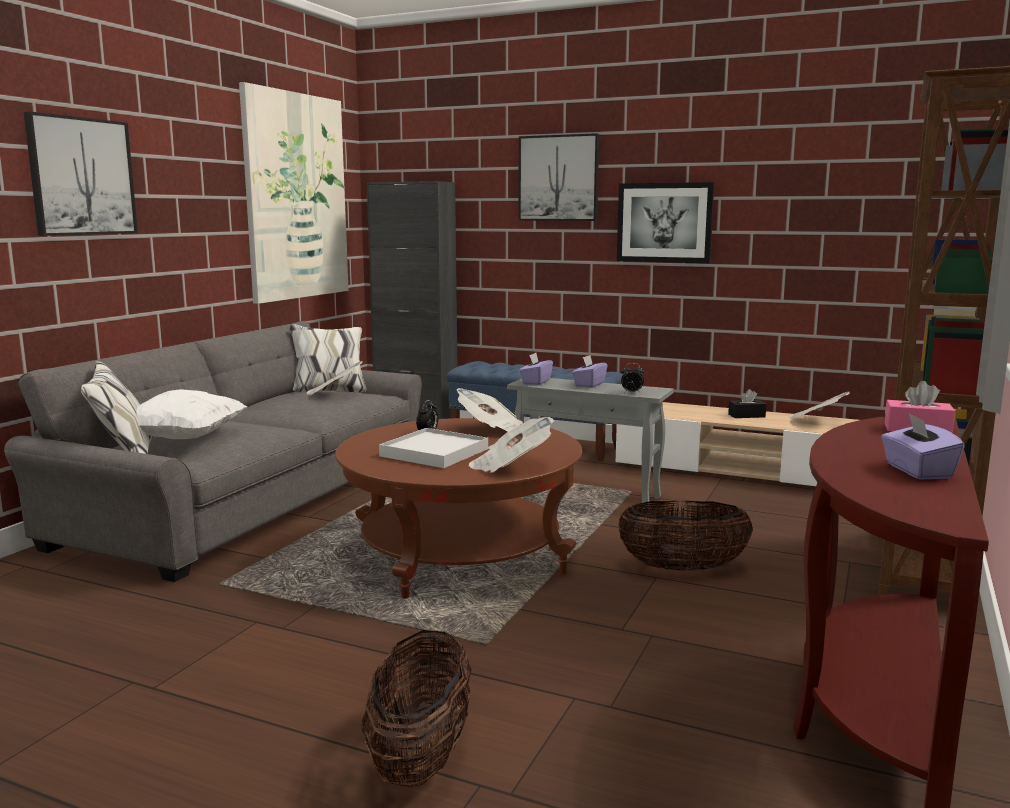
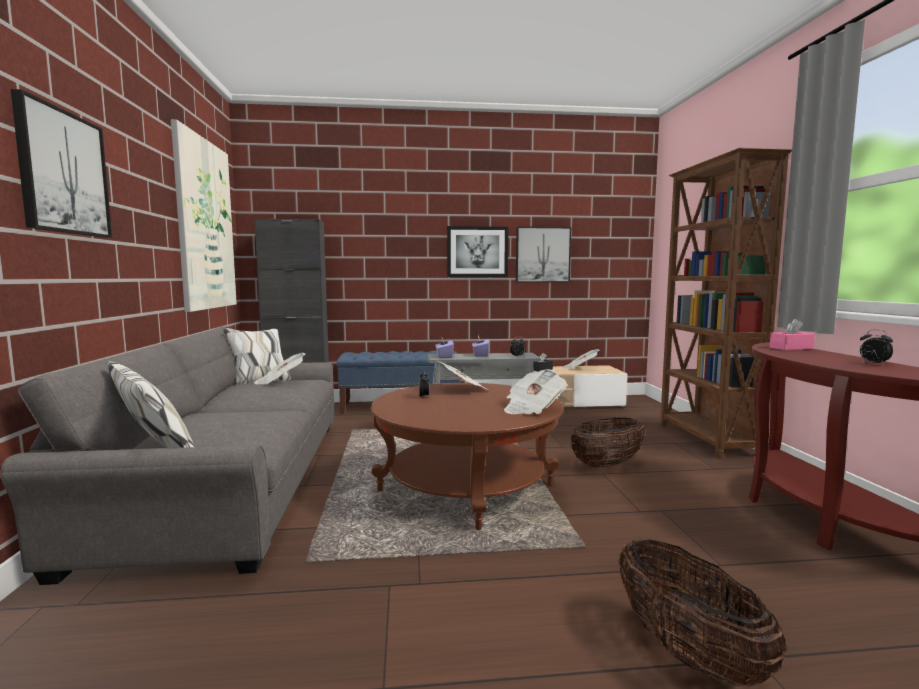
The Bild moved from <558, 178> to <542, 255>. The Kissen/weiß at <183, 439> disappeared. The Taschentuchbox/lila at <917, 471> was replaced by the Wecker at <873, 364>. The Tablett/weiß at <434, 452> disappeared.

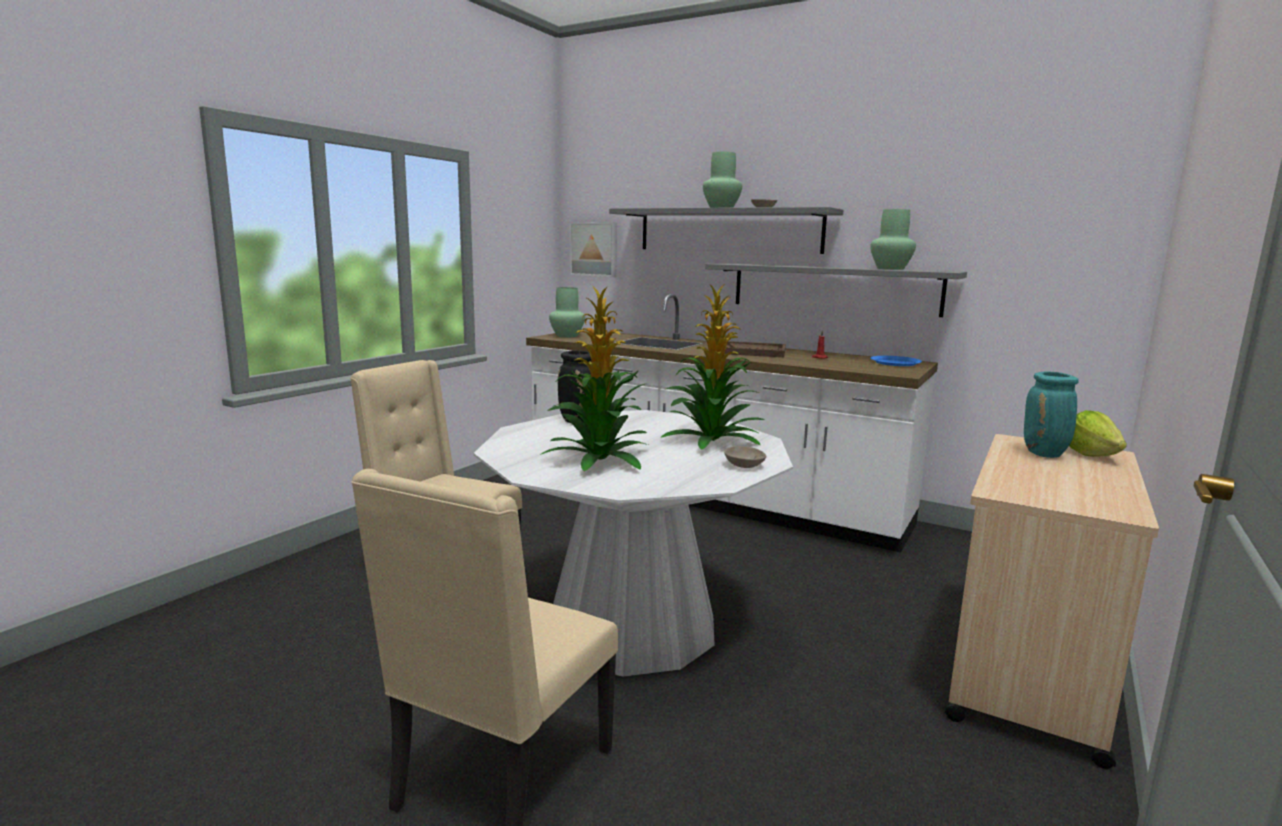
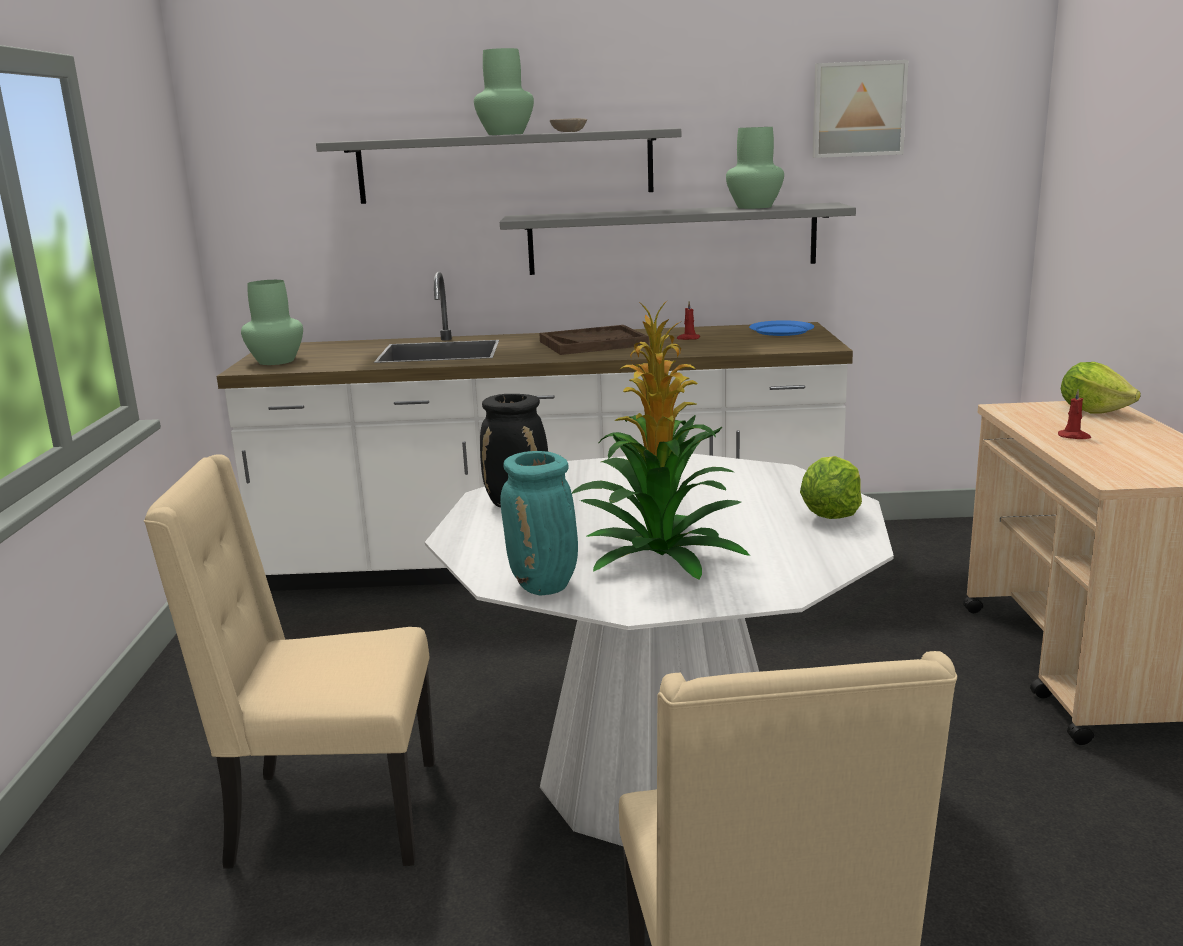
The Bild moved from <594, 249> to <858, 109>. The Topfpflanze at <711, 441> disappeared. The Vase/türkis moved from <1045, 454> to <545, 587>. The Schüssel/beige at <743, 465> was replaced by the Salatkopf at <830, 514>. The Kerze/rot at <1074, 436> appeared.

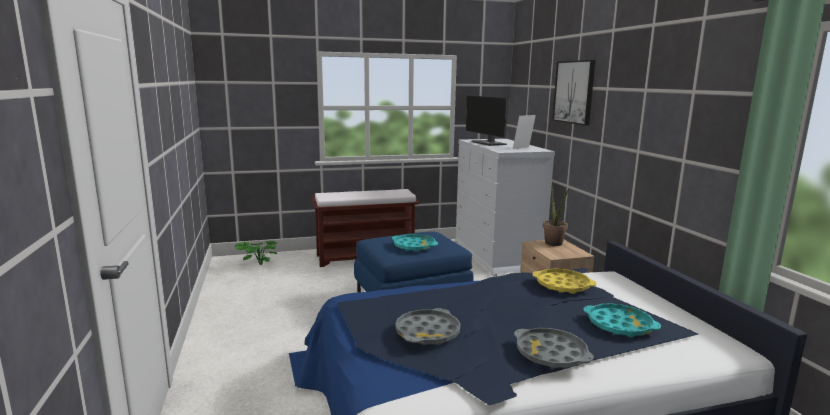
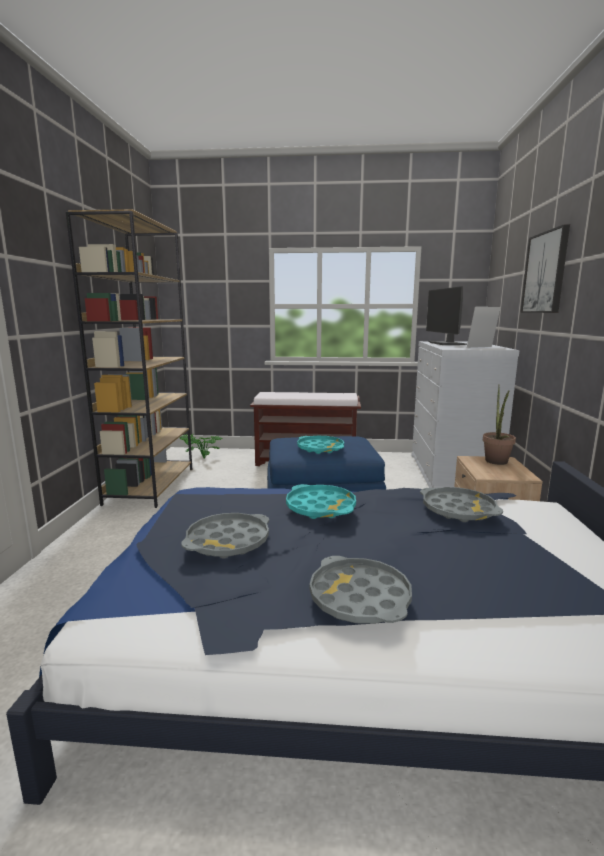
The Tablett/gelb at <563, 285> became the Tablett/grau at <458, 510>. The Tablett/türkis moved from <619, 325> to <320, 507>. The Bücherregal/braun at <150, 485> appeared.

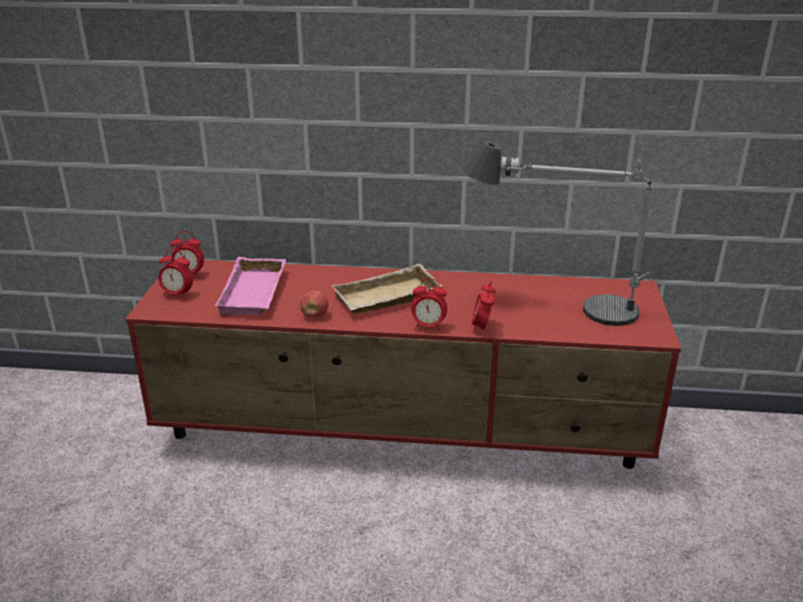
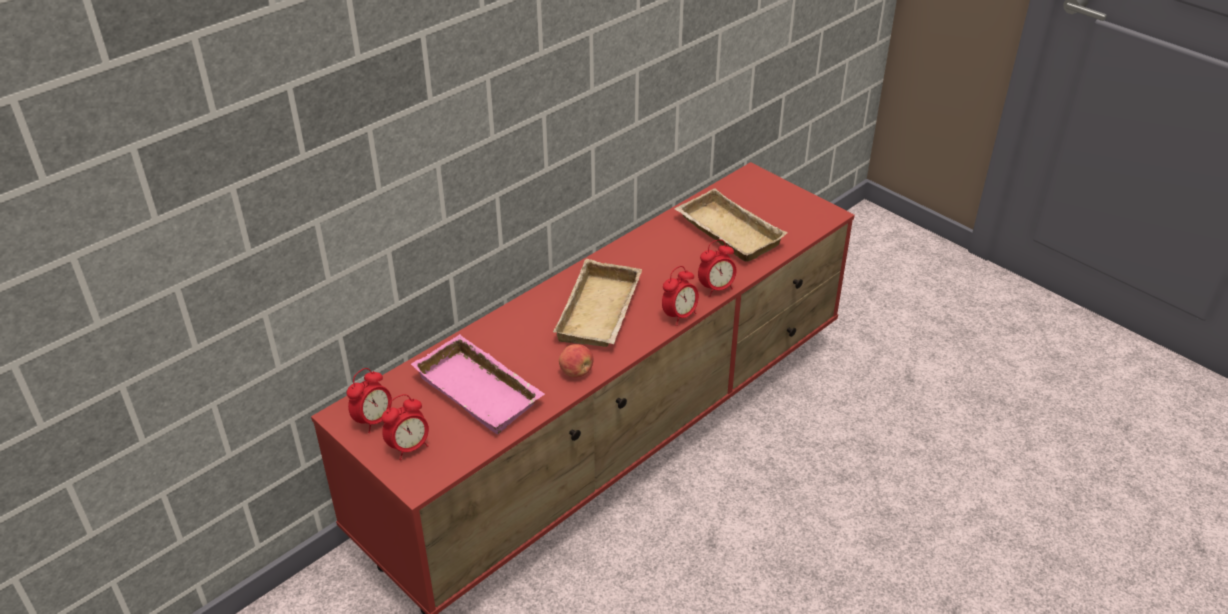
The Tischlampe at <552, 305> was replaced by the Tablett/beige at <725, 233>. The Wecker at <482, 328> turned 75 degrees counterclockwise.

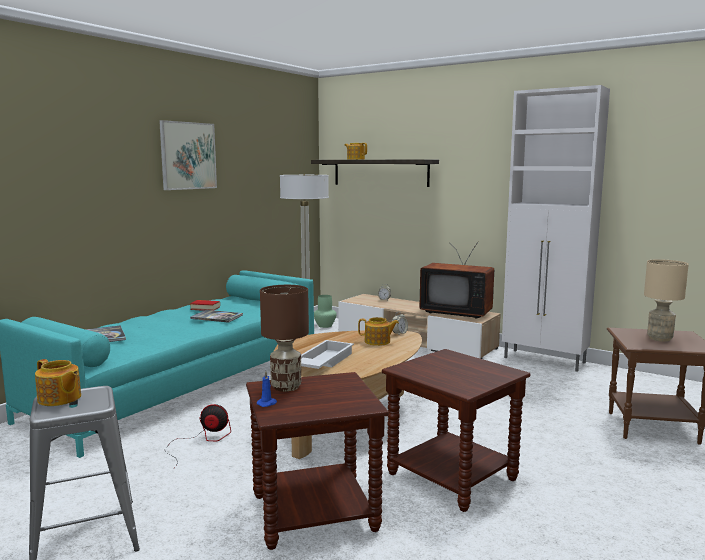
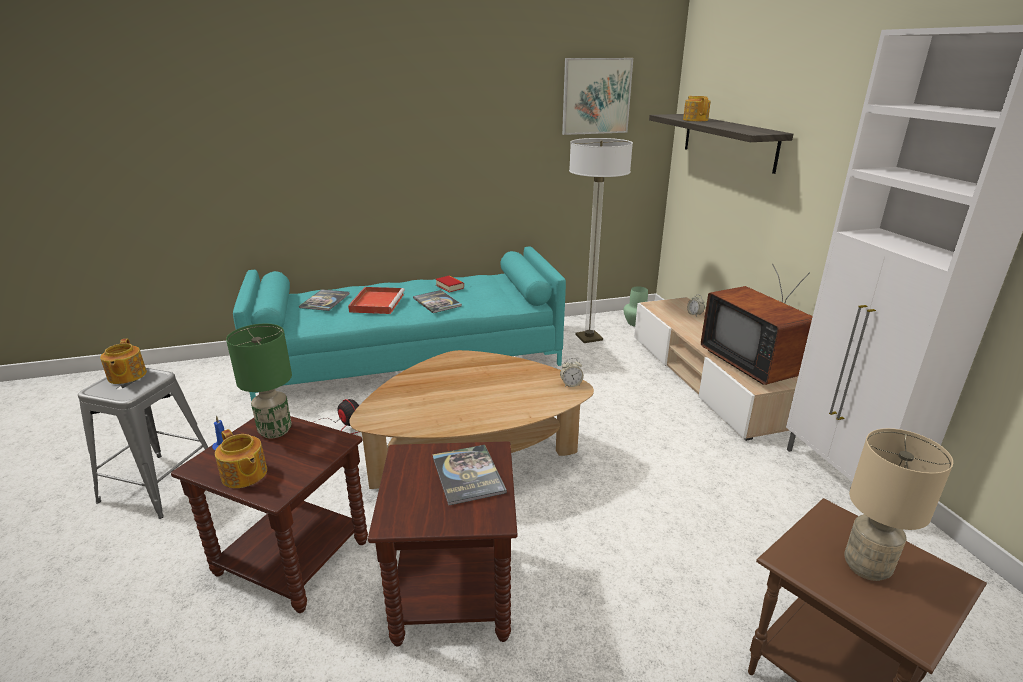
The Bild moved from <188, 156> to <596, 96>. The Tischlampe/braun at <286, 387> became the Tischlampe/grün at <274, 431>. The Teekanne moved from <378, 342> to <244, 475>. The Tablett/weiß at <322, 362> disappeared. The Tablett/rot at <377, 302> appeared. The Buch at <468, 475> appeared.

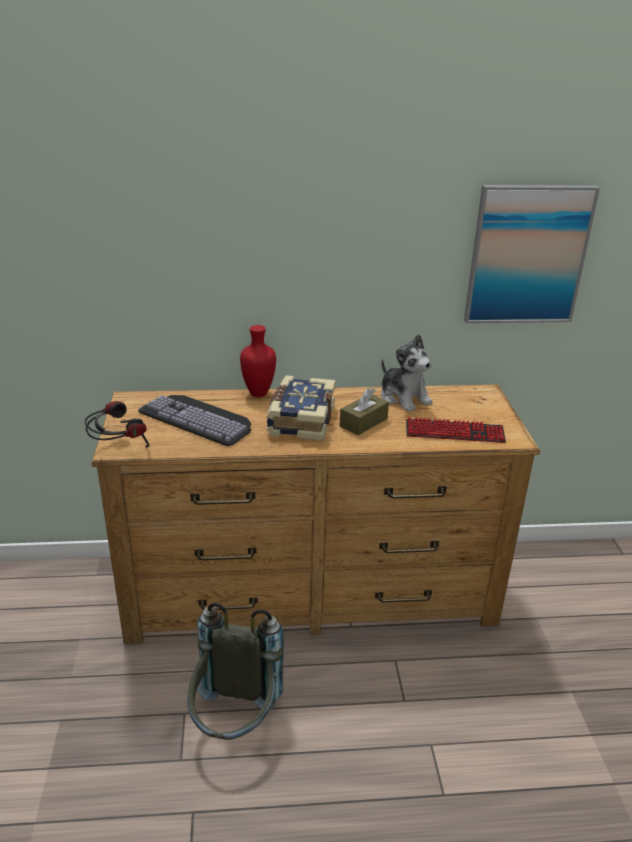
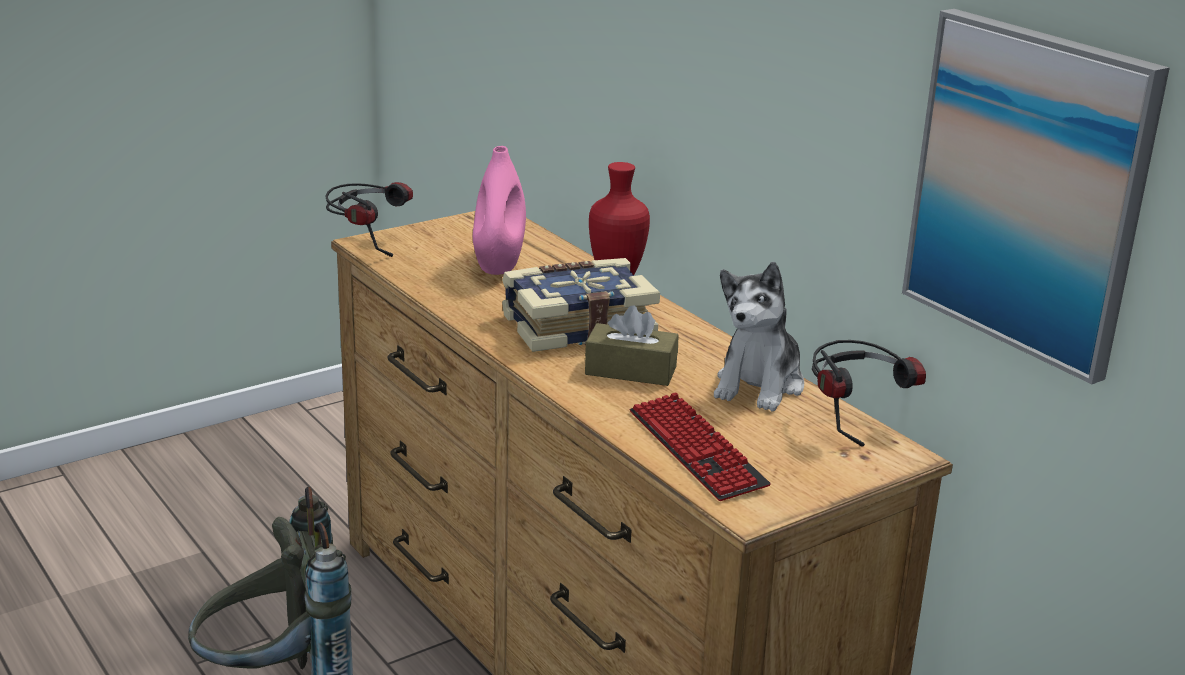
The Tastatur at <199, 418> was replaced by the Vase/rosa at <499, 265>. The Kopfhörer at <854, 421> appeared.

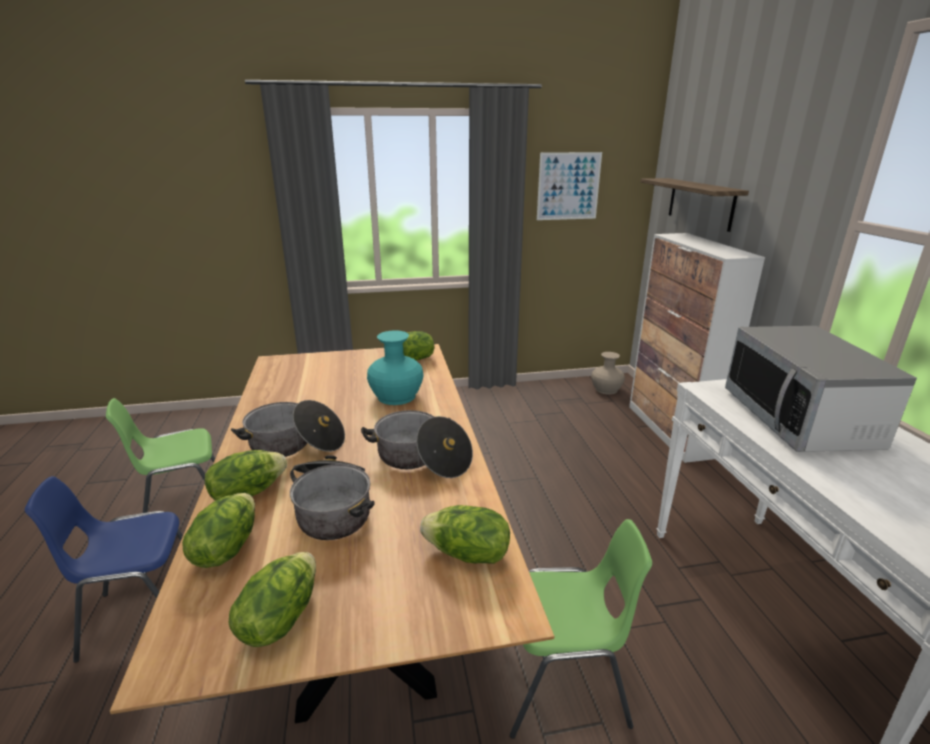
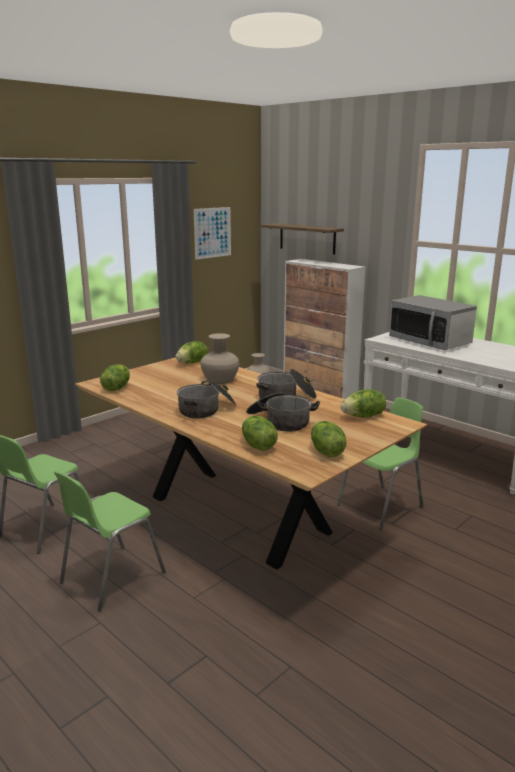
The Vase/türkis at <396, 396> became the Vase/beige at <220, 379>. The Salatkopf moved from <248, 492> to <116, 388>. The Stuhl/blau at <145, 615> became the Stuhl/grün at <111, 577>.

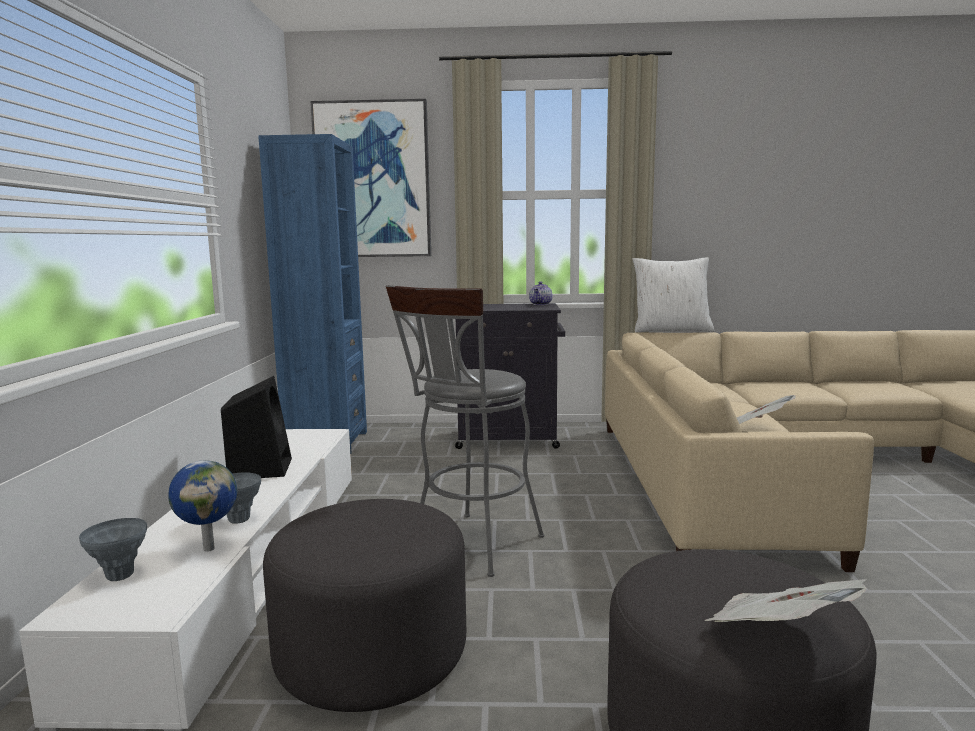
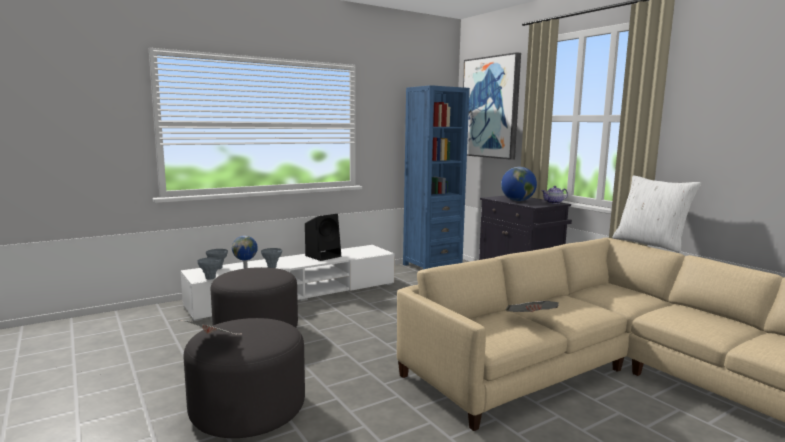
The Hocker/grau at <471, 547> disappeared. The Globus at <517, 201> appeared. The Vase/grau at <210, 278> appeared.

